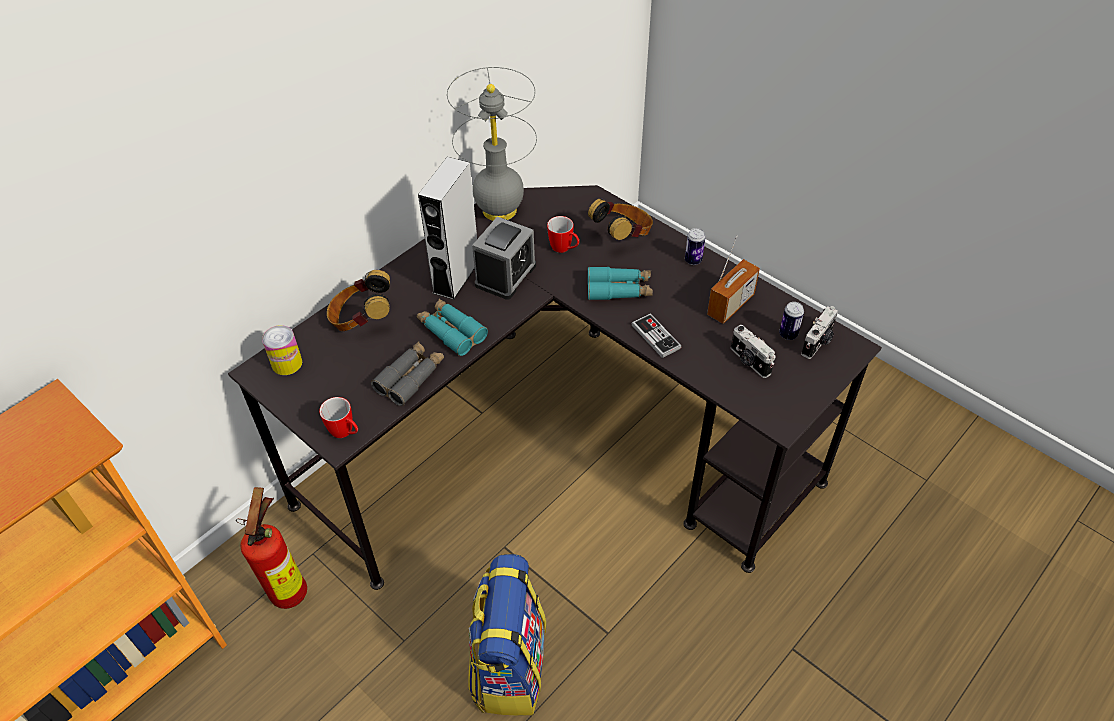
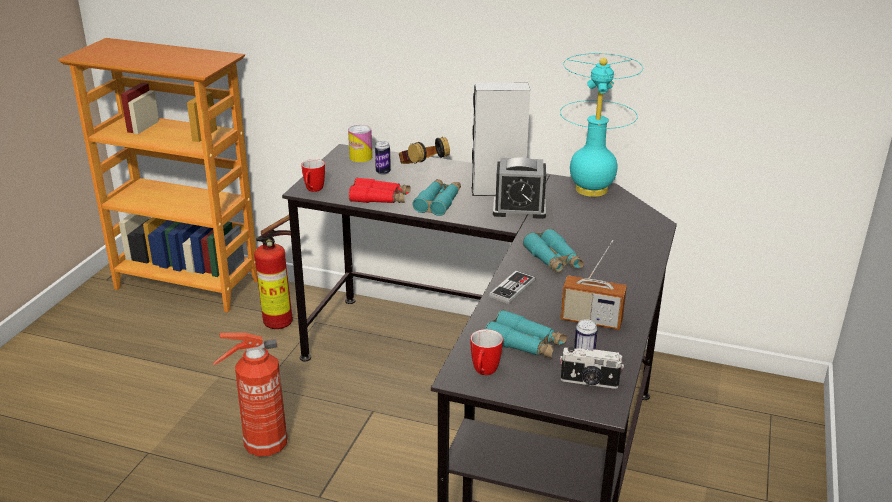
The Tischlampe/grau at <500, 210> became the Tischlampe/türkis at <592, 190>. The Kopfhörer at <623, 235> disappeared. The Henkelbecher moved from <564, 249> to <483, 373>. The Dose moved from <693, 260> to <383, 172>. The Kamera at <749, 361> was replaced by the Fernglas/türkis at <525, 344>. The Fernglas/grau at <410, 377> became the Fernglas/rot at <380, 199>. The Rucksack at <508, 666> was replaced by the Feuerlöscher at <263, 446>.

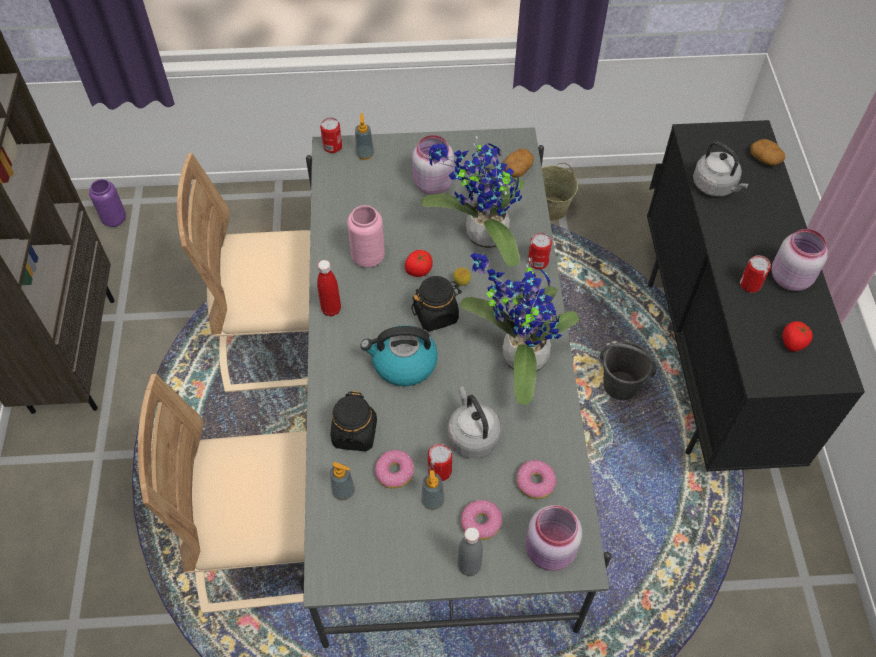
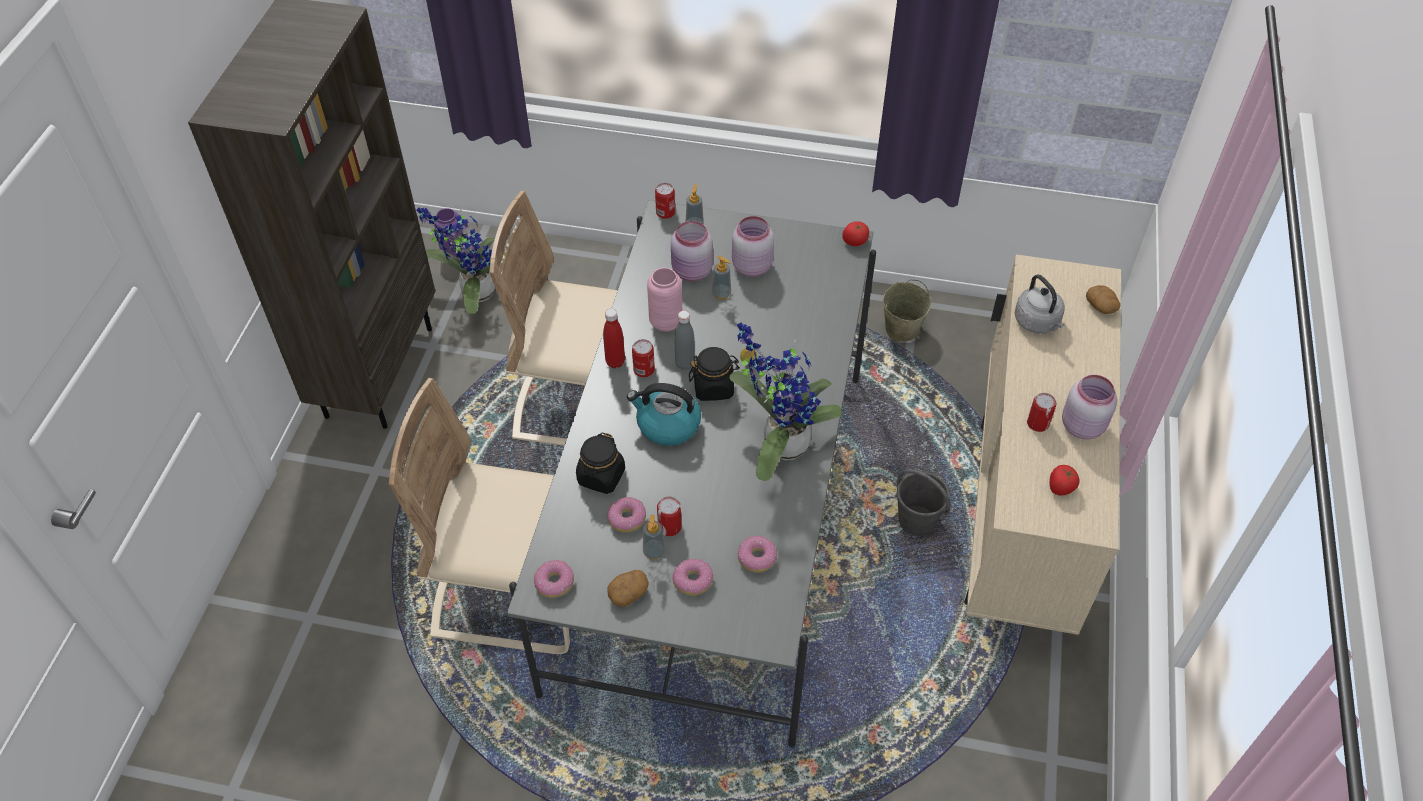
The Schrank/schwarz at <706, 363> became the Schrank/beige at <1018, 519>. The Topfpflanze moved from <481, 237> to <474, 292>. The Kartoffel moved from <517, 169> to <628, 593>. The Dose moved from <538, 261> to <644, 369>. The Tomate moved from <418, 270> to <854, 241>. The Wasserkessel/grau at <472, 436> disappeared. The Seifenspender moved from <343, 491> to <721, 294>. The Vorratsglas/rosa moved from <550, 551> to <691, 272>. The Flasche/grau moved from <469, 566> to <685, 364>. The Donut at <554, 582> appeared.

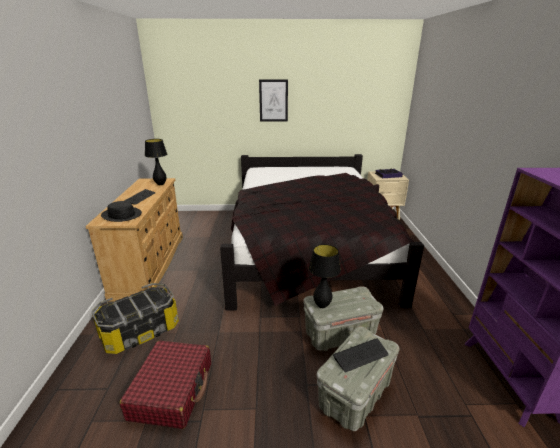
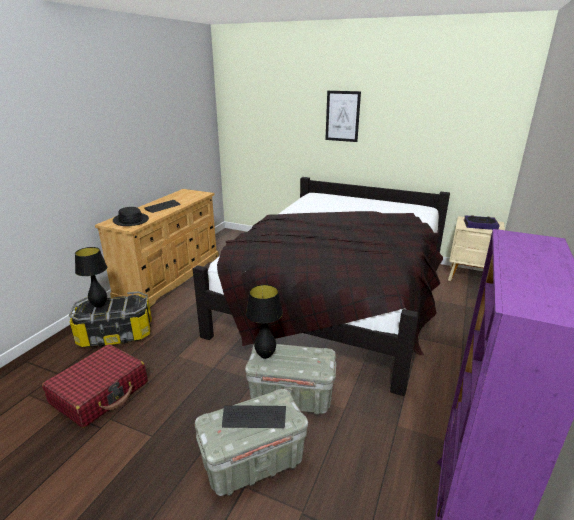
The Tischlampe/schwarz moved from <160, 184> to <99, 305>.

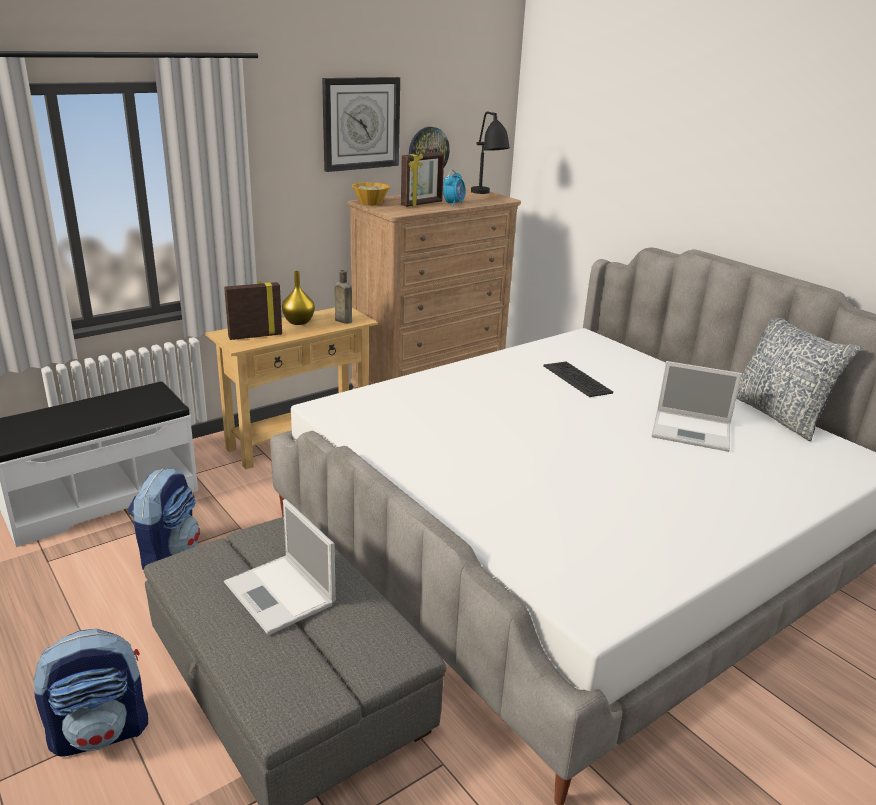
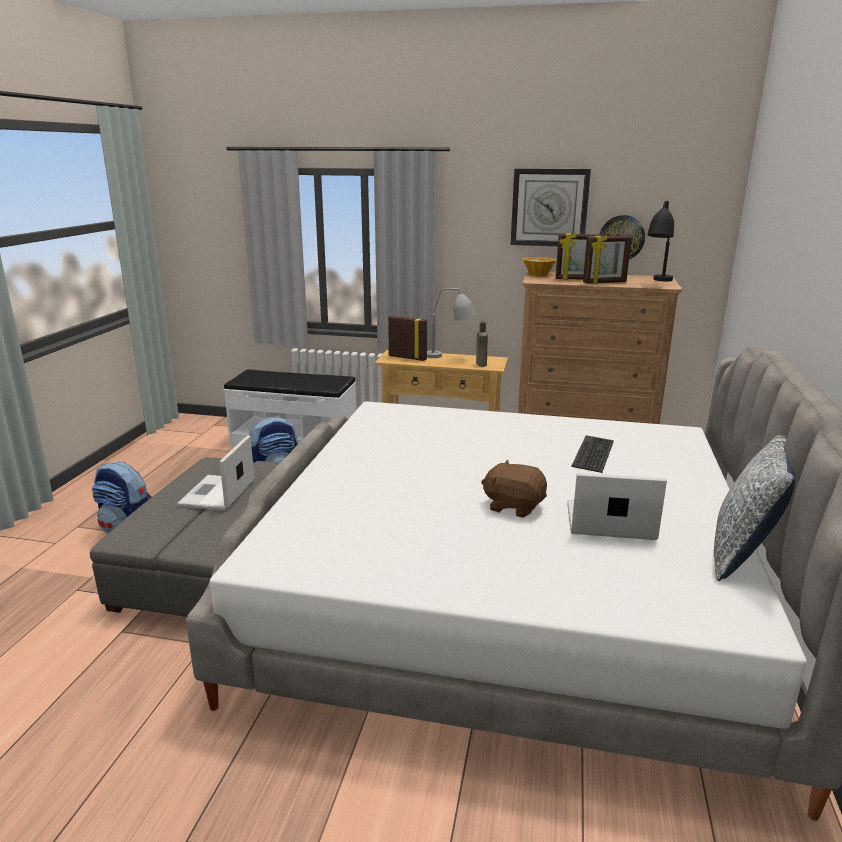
The Wecker at <453, 204> was replaced by the Bilderrahmen at <605, 283>. The Vase/gelb at <298, 322> was replaced by the Tischlampe/grau at <451, 357>. The Laptop at <693, 431> turned 120 degrees clockwise. The Plüschtier/braun at <514, 506> appeared.

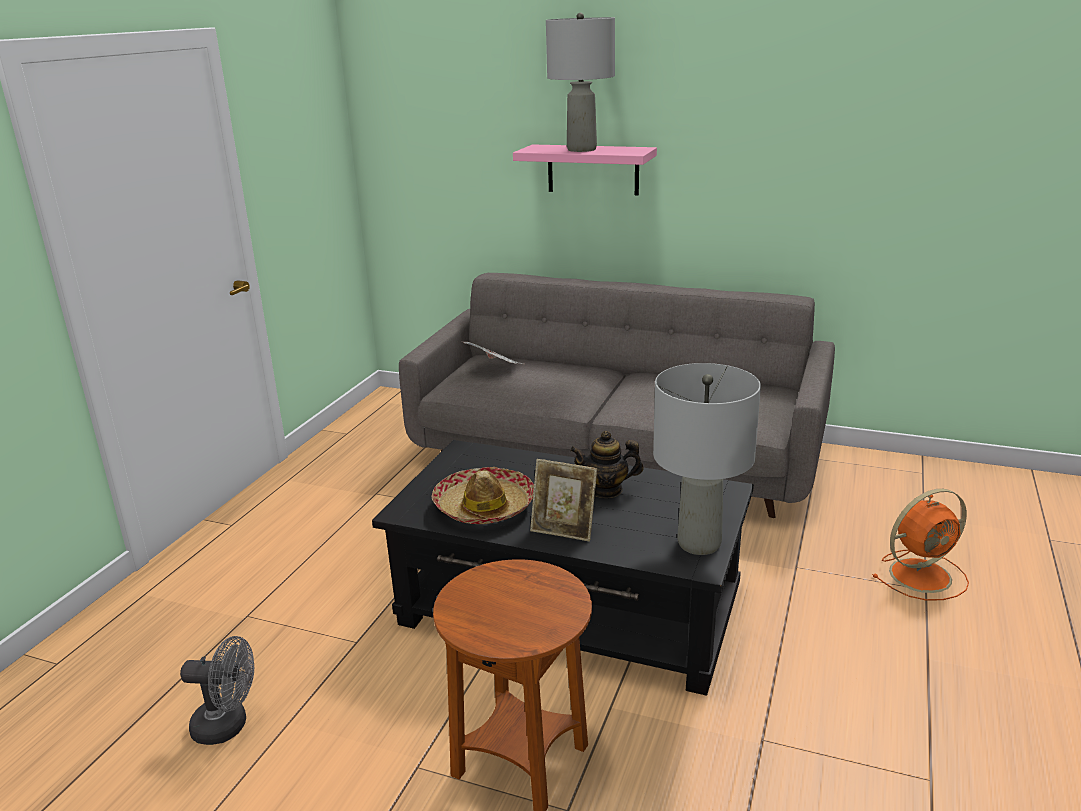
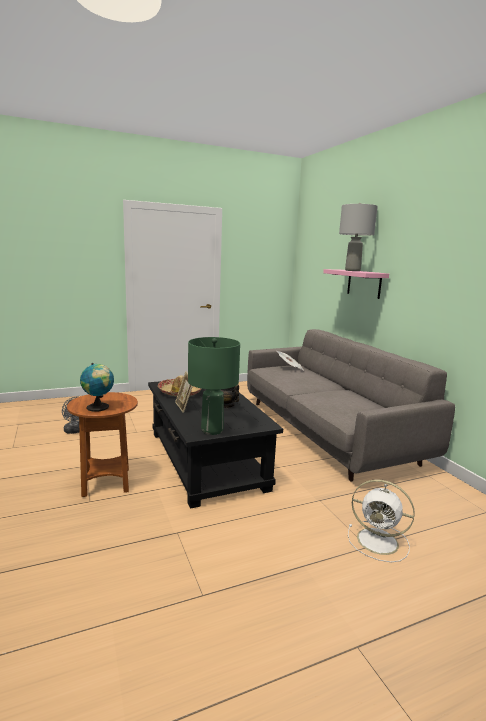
The Tischlampe/grau at <698, 543> became the Tischlampe/grün at <212, 430>. The Ventilator/orange at <922, 575> became the Ventilator/weiß at <379, 541>. The Globus at <99, 408> appeared.

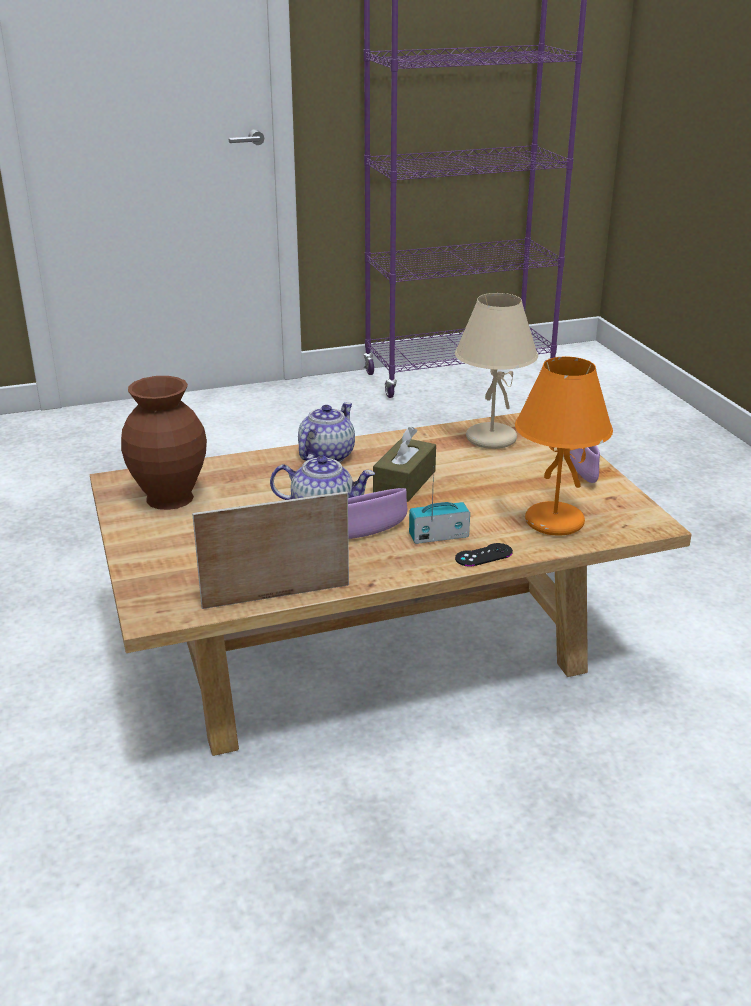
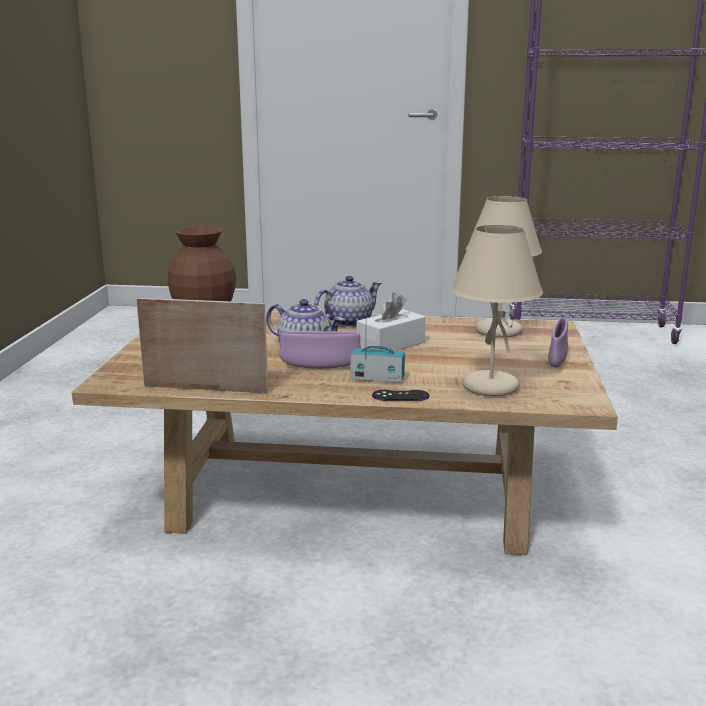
The Tischlampe/orange at <553, 522> became the Tischlampe/beige at <489, 387>. The Taschentuchbox/braun at <404, 482> became the Taschentuchbox/weiß at <391, 345>.

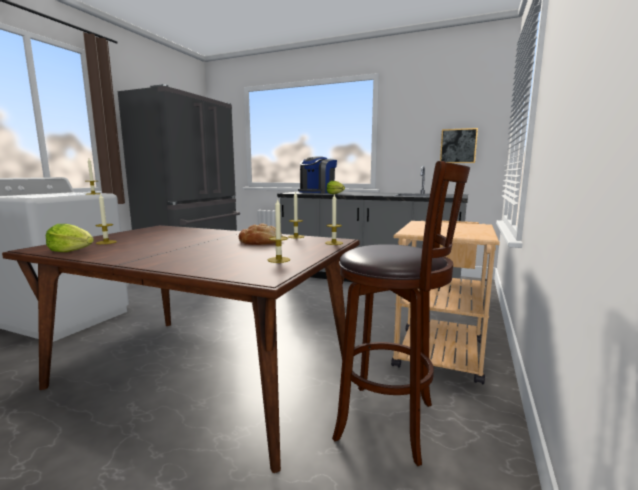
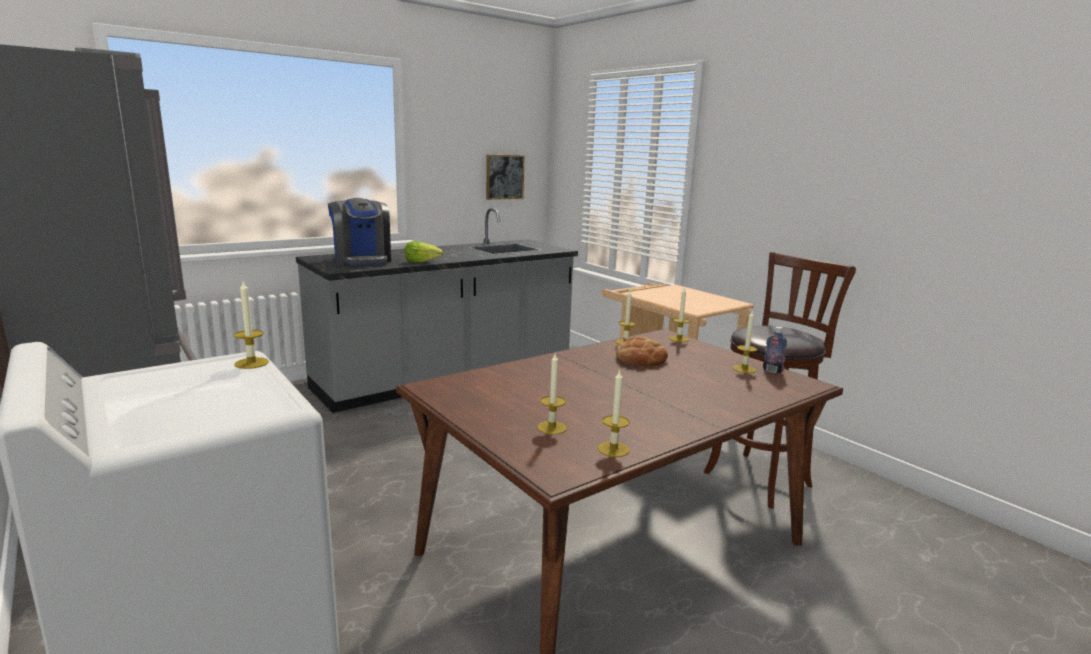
The Salatkopf at <73, 252> was replaced by the Kerze at <613, 449>. The Flasche at <772, 371> appeared.

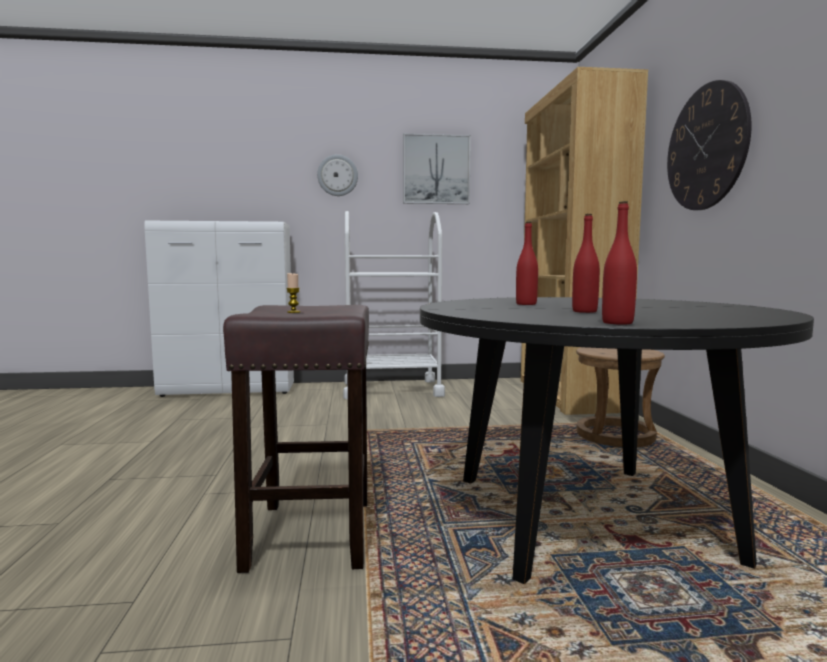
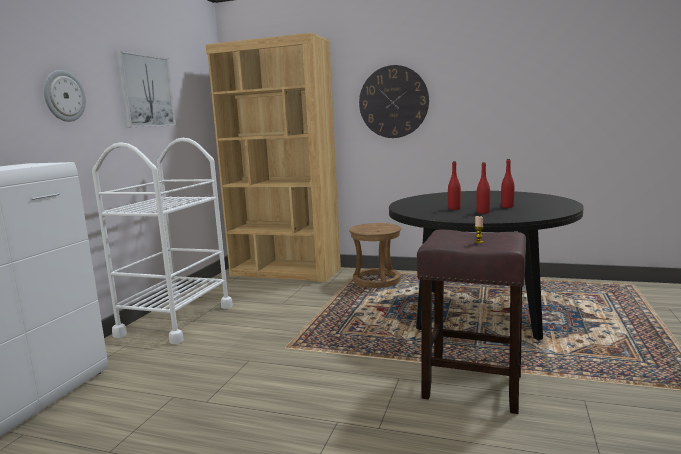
The Flasche/rot moved from <617, 323> to <483, 212>.

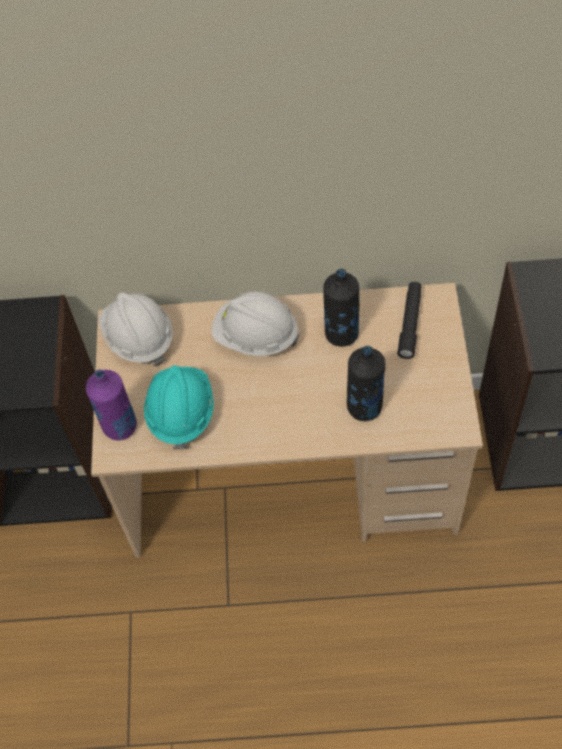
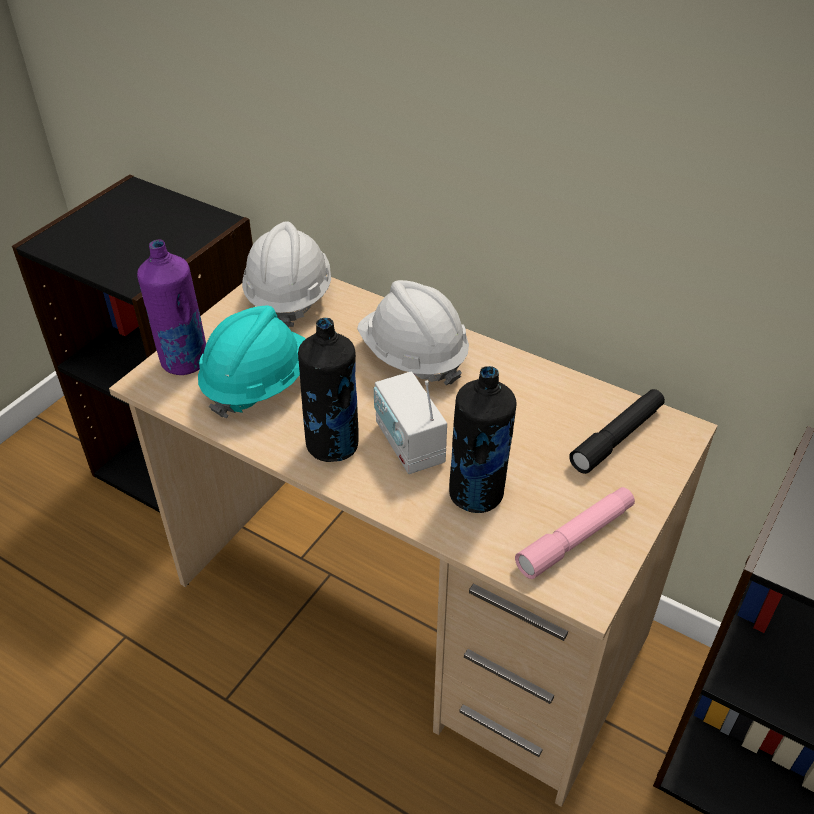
The Flasche/schwarz moved from <341, 333> to <333, 445>. The Radio at <409, 445> appeared. The Taschenlampe/rosa at <575, 539> appeared.

